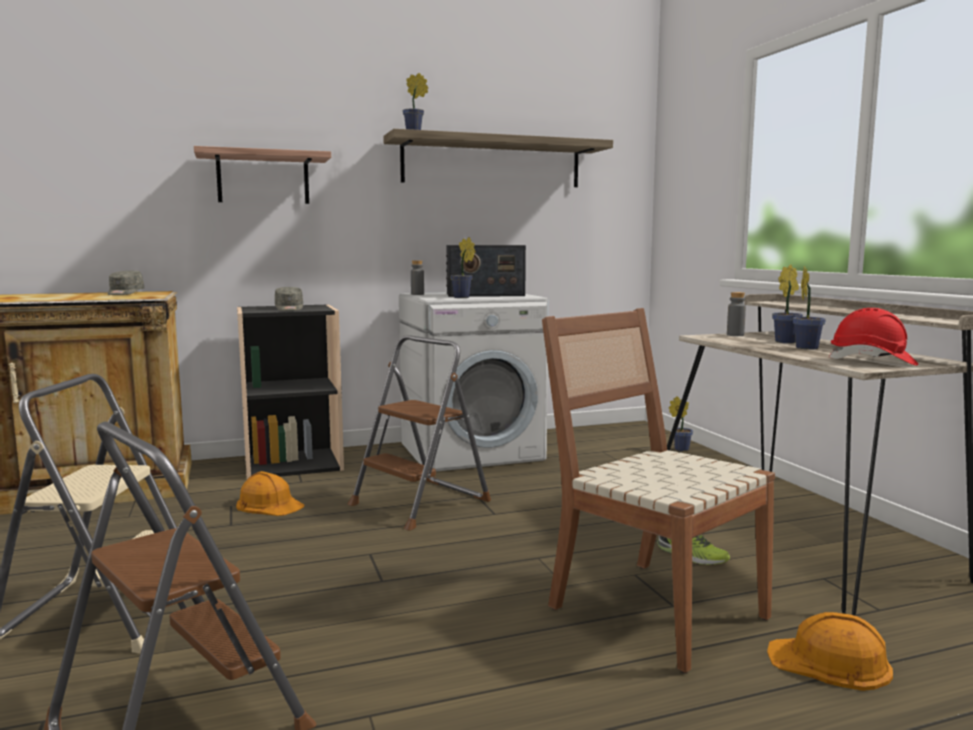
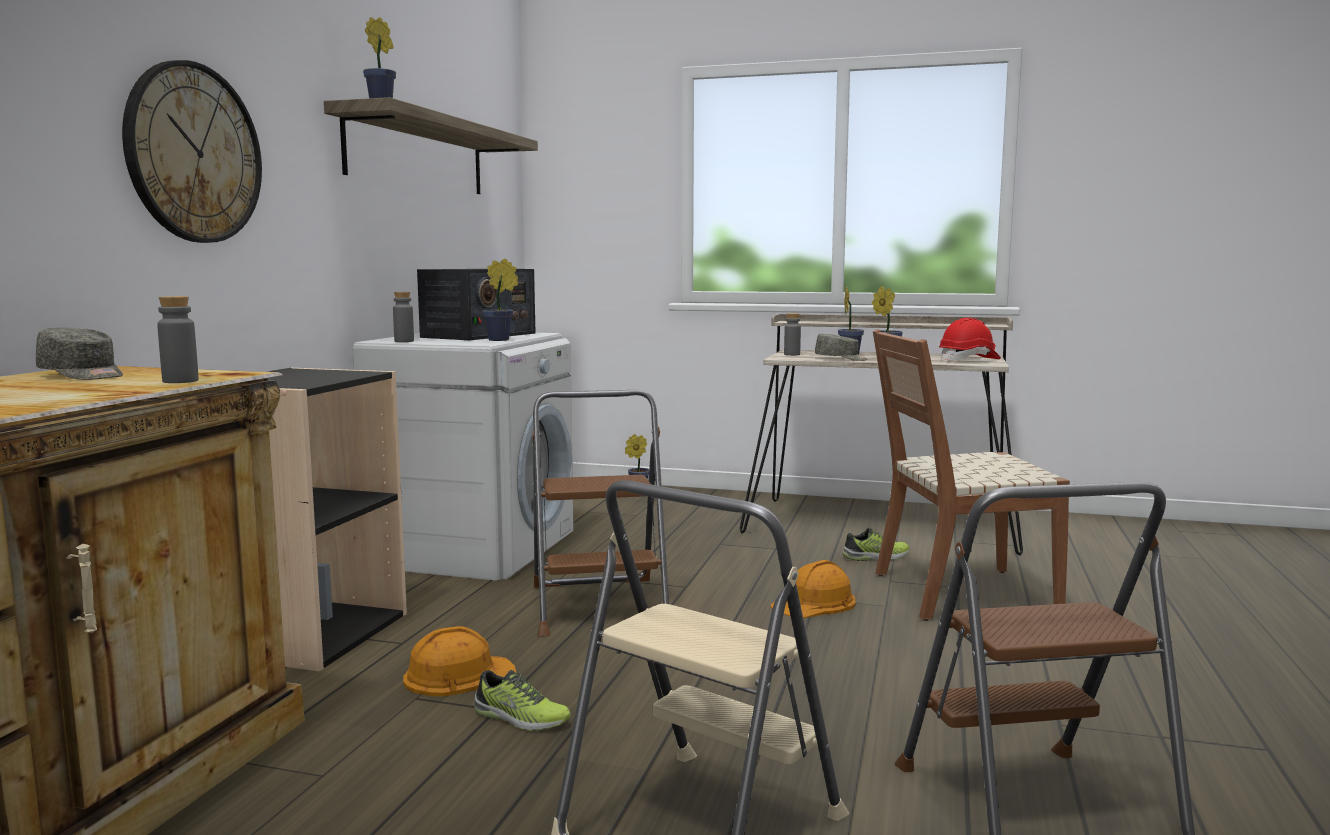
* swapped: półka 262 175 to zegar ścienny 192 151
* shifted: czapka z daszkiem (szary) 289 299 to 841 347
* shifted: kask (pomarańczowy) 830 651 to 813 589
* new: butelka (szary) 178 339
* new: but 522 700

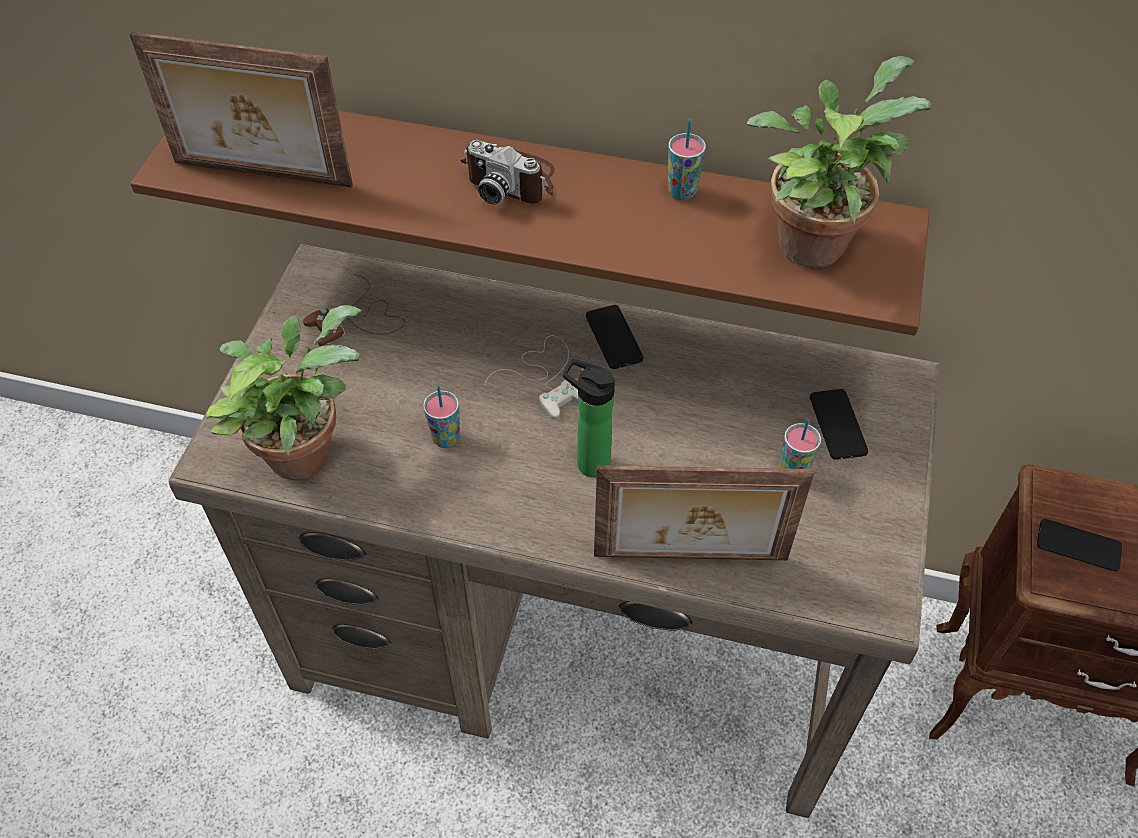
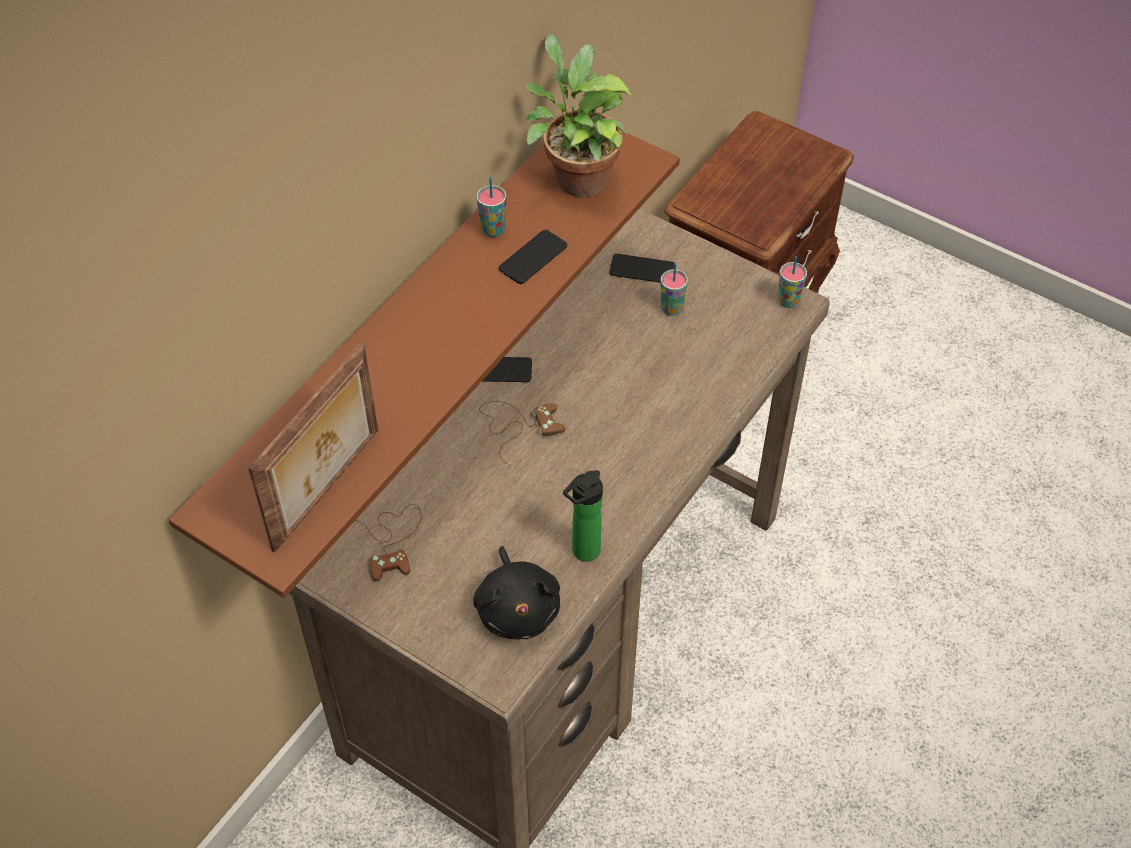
* swapped: roślina doniczkowa 284 392 to pluszak (czarny) 516 592
* shifted: filiżanka 441 416 to 792 282
* gone: aparat fotograficzny 508 172
* repainted: pad do gier (biały) 531 377 to pad do gier (brązowy) 522 433
* shifted: butelka 589 418 to 583 515
* gone: ramka na zdjęcie 704 512
* shifted: telefon 1079 545 to 532 256

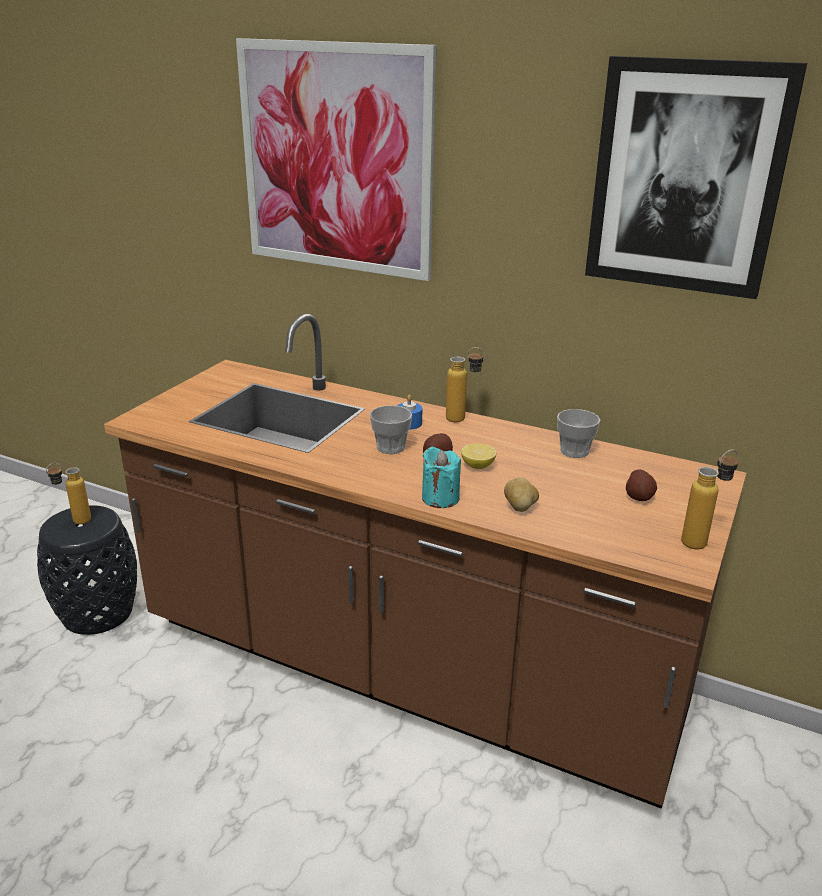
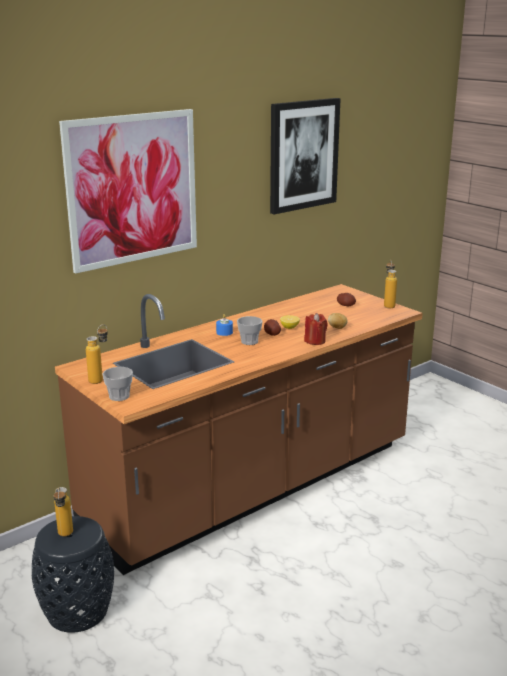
* repainted: świeca (turkusowy) 441 477 to świeca (czerwony) 316 329
* shifted: butelka 465 384 to 97 354
* shifted: filiżanka 578 433 to 117 384

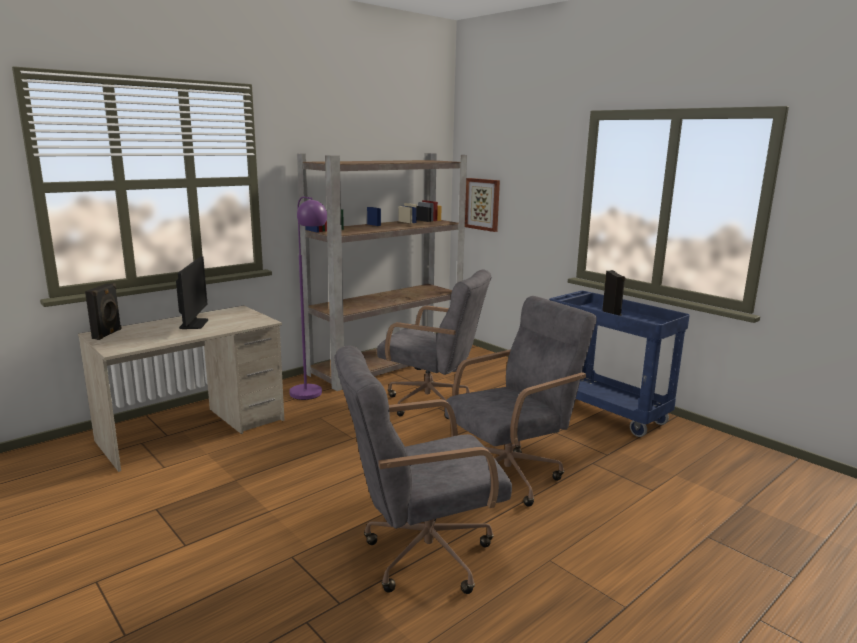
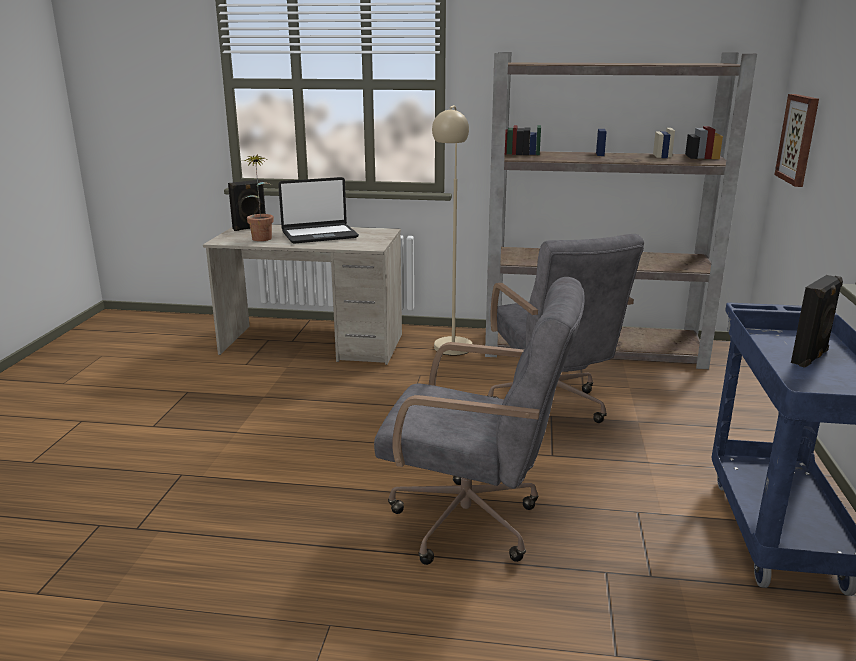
* swapped: monitor 192 292 to laptop 318 210
* repainted: lampa stojąca (fioletowy) 308 298 to lampa stojąca (beżowy) 452 230
* gone: krzesło biurowe (szary) 423 470
* new: roślina doniczkowa 258 197

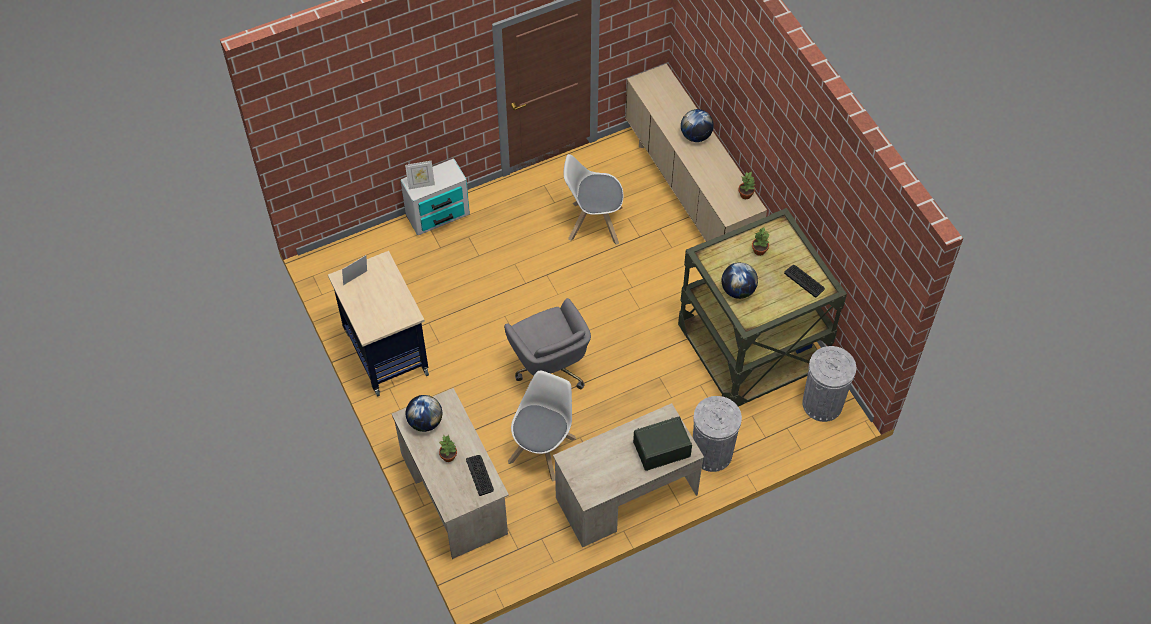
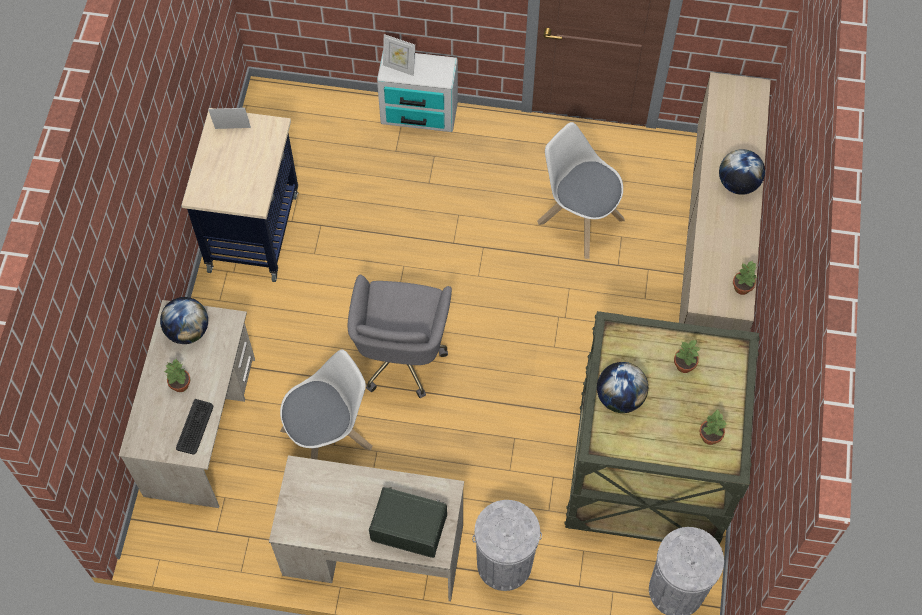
* swapped: klawiatura 804 281 to roślina doniczkowa 713 427

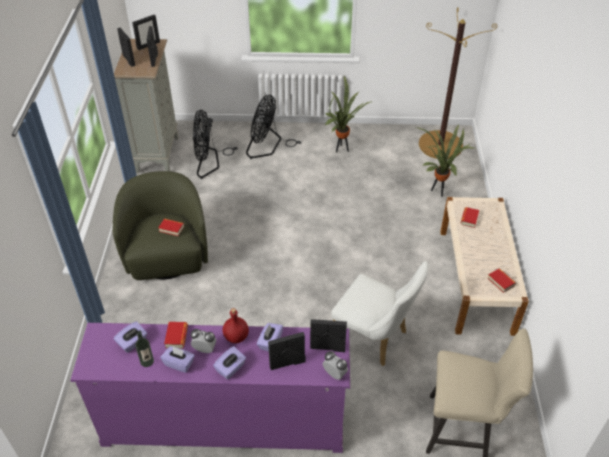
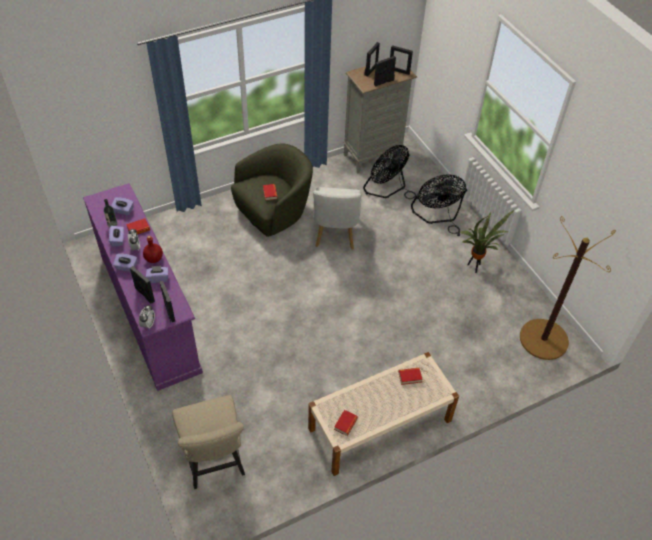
* shifted: krzesło (biały) 380 313 to 337 218
* gone: roślina doniczkowa 444 161

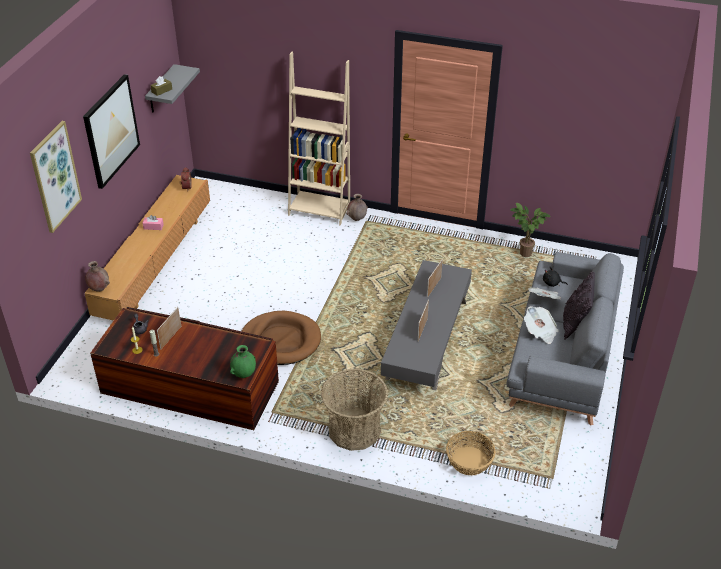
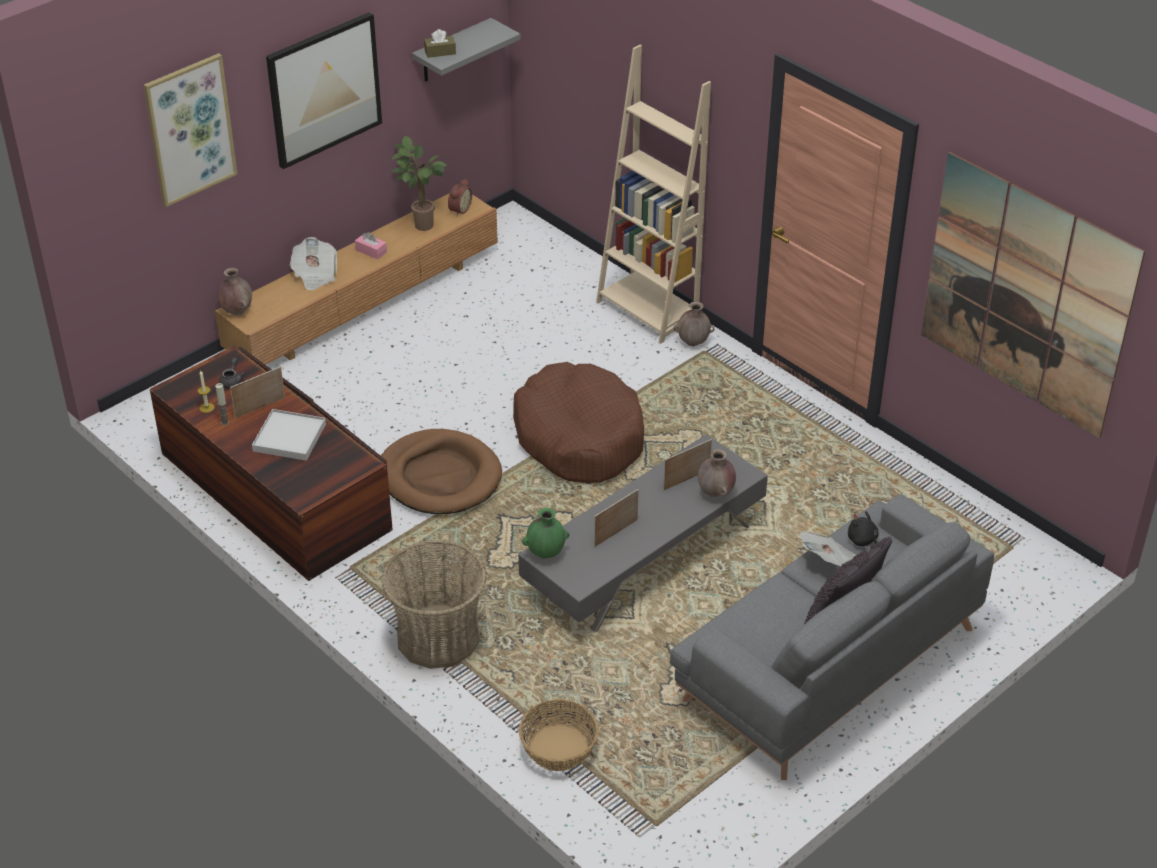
* shifted: wazon (zielony) 243 361 to 545 533
* shifted: roślina doniczkowa 530 230 to 419 183
* shifted: gazeta 541 325 to 313 264
* new: taca (biały) 289 435
* new: legowisko (brązowy) 578 422
* new: wazon (brązowy) 717 473
* new: obraz 1033 295

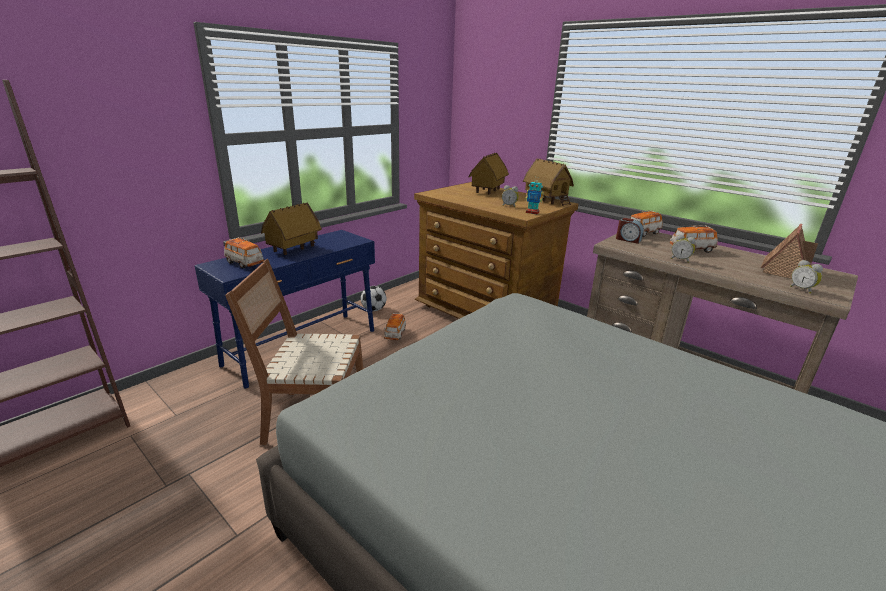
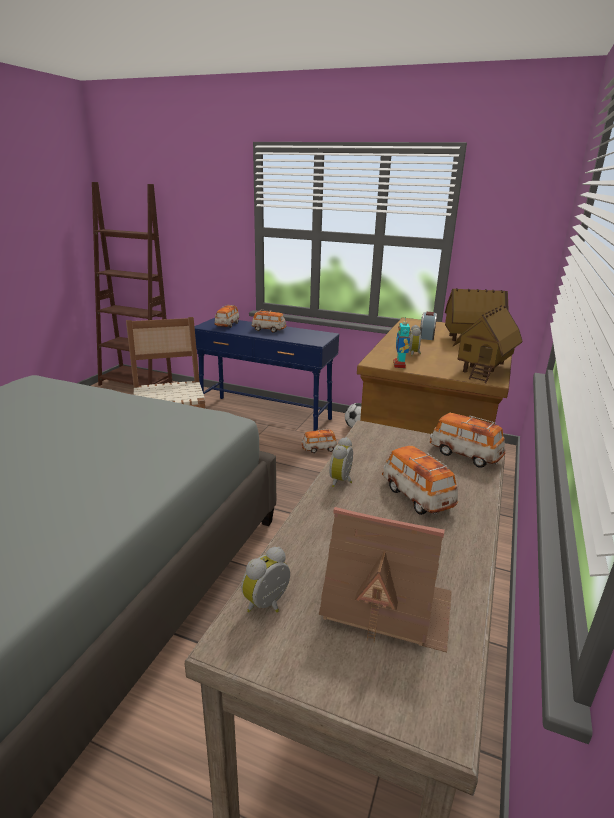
* swapped: domek 291 228 to samochodzik 269 321
* shifted: budzik 630 231 to 428 326

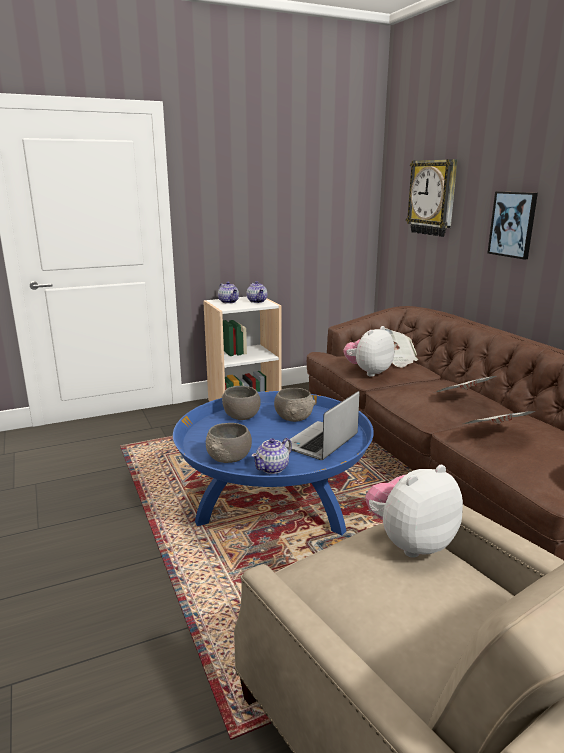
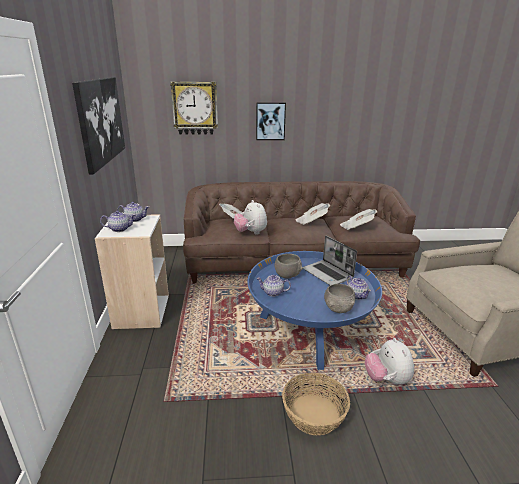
* swapped: miska (szary) 241 403 to imbryk 273 286
* shifted: pluszak 414 511 to 389 361
* new: obraz 98 125
* new: koszyk 316 403

